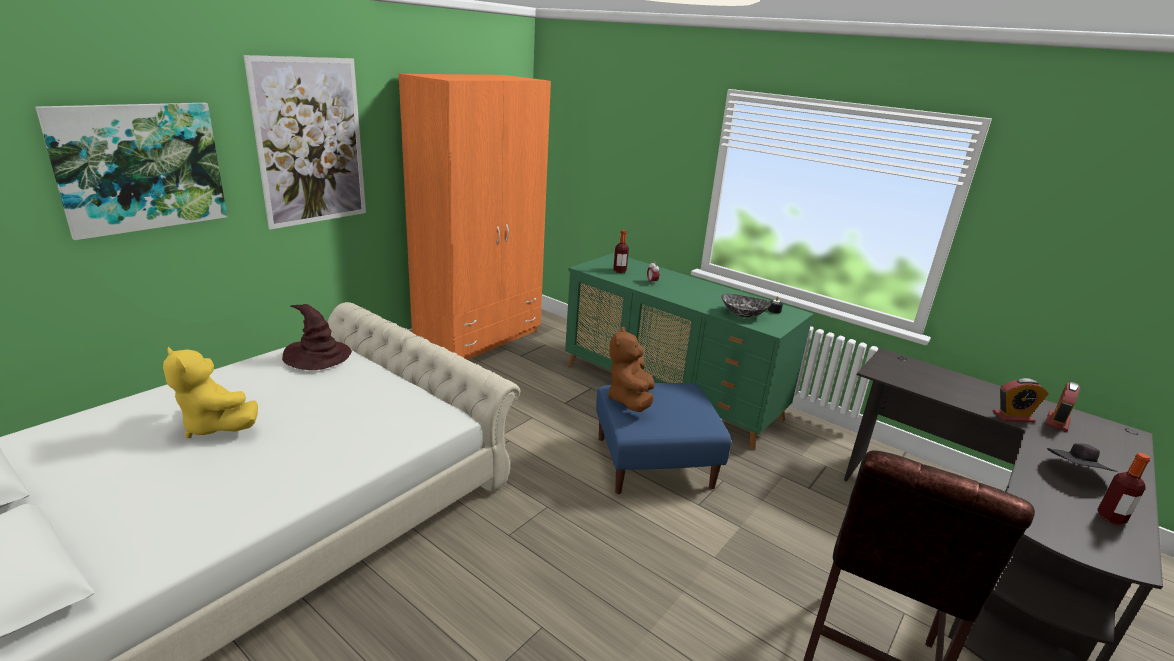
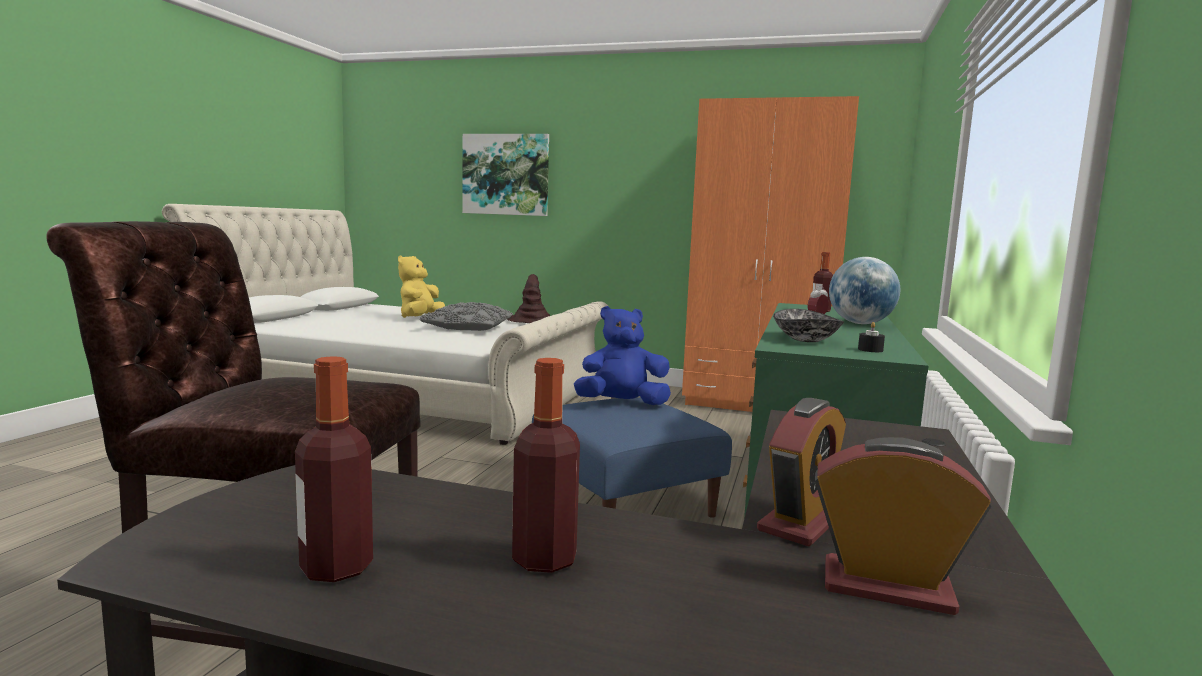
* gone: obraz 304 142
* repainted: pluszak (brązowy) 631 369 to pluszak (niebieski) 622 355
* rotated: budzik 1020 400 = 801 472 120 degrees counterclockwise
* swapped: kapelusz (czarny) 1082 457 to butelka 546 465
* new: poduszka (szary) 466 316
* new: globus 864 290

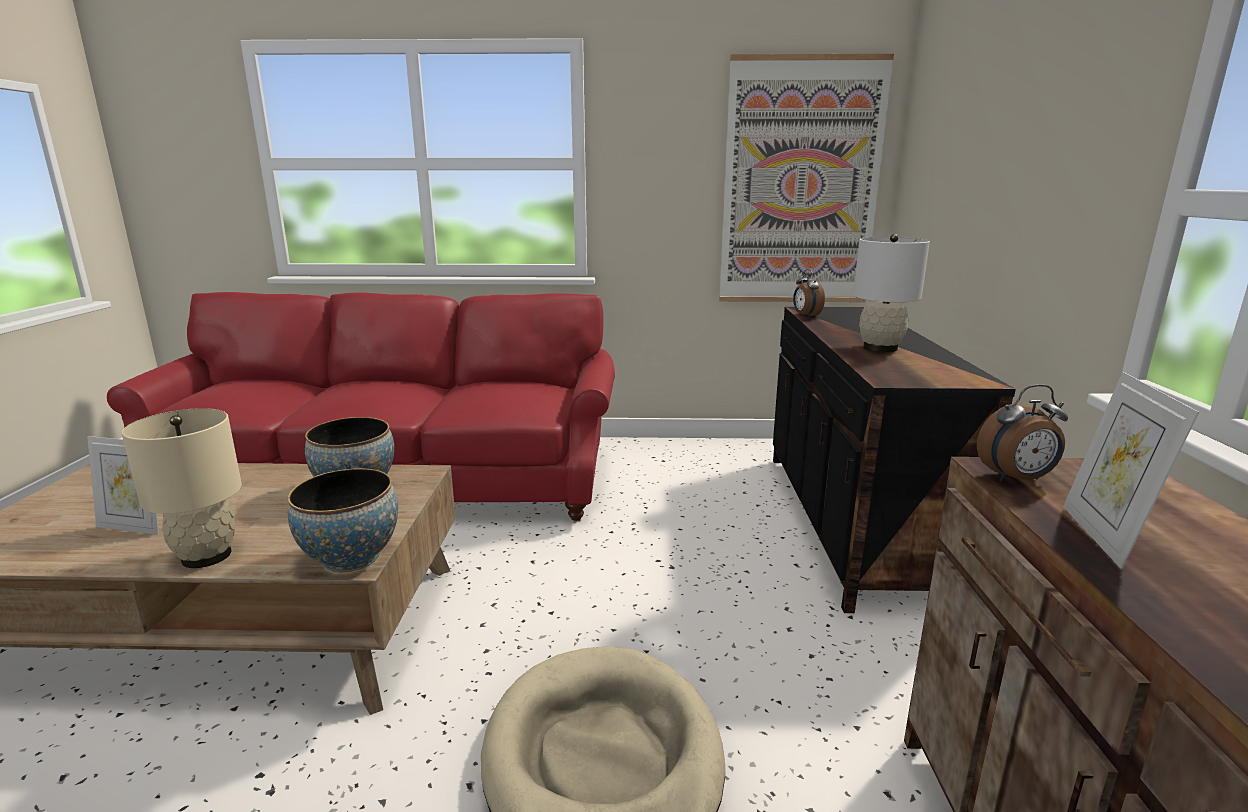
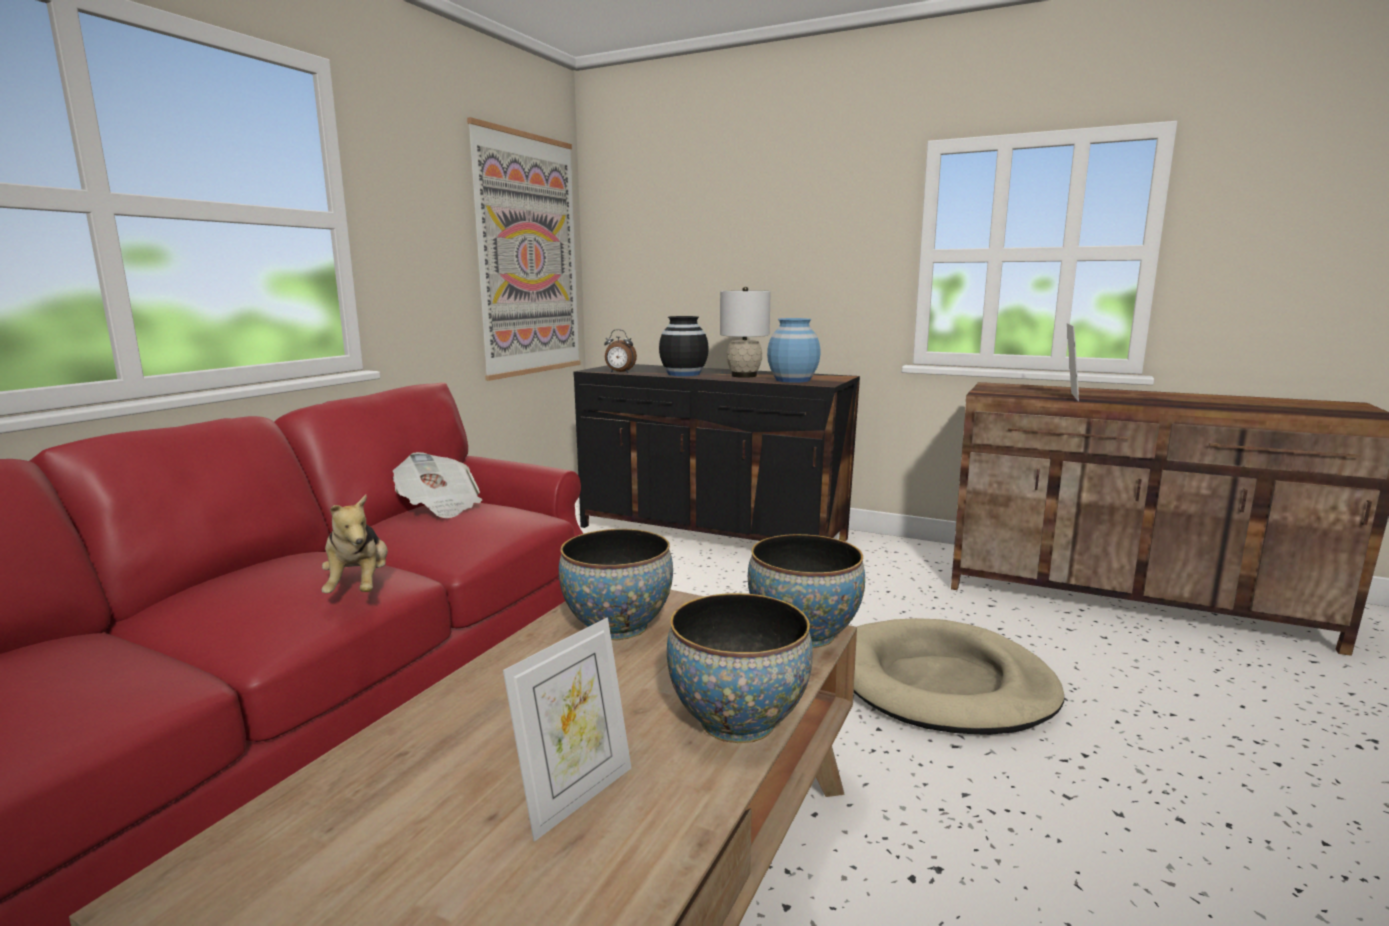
* swapped: lampa stołowa (beżowy) 182 488 to miska 740 668
* gone: budzik 1022 432
* rotated: ramka na zdjęcie 1131 470 = 1073 362 105 degrees counterclockwise
* new: pluszak 355 544
* new: gazeta 437 485
* new: wazon (czarny) 684 346
* new: wazon (niebieski) 793 350

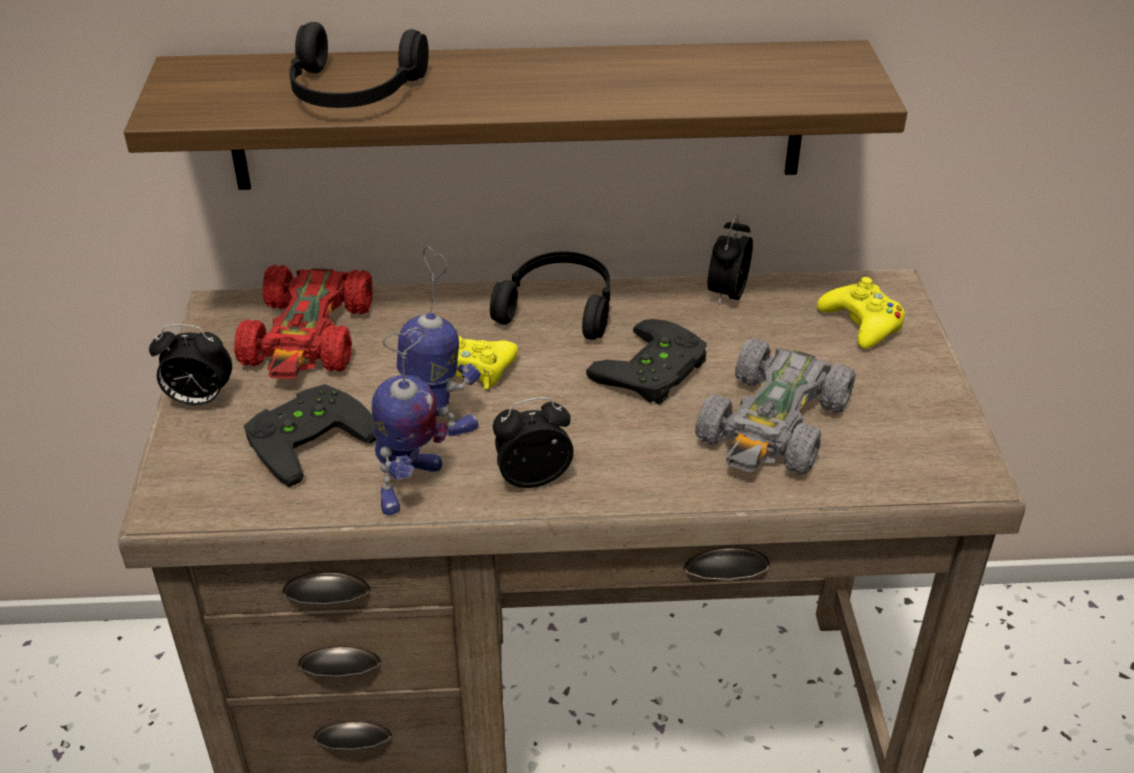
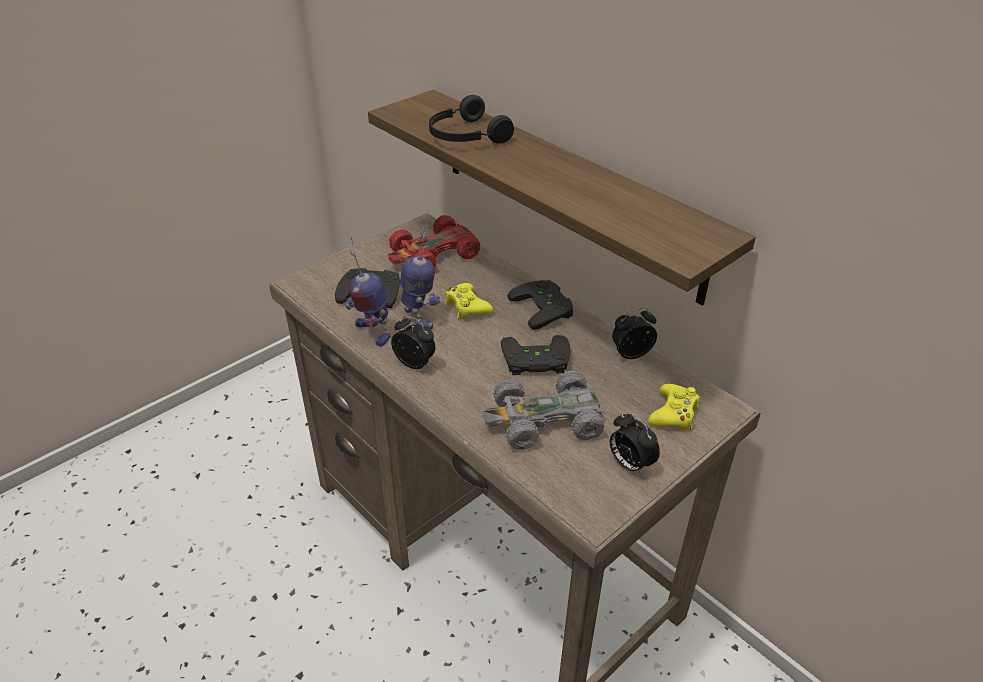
* shifted: budzik 190 365 to 635 444
* rotated: robot zabawkowy 410 421 = 367 292 60 degrees clockwise
* swapped: słuchawki (czarny) 550 295 to pad do gier (czarny) 540 305

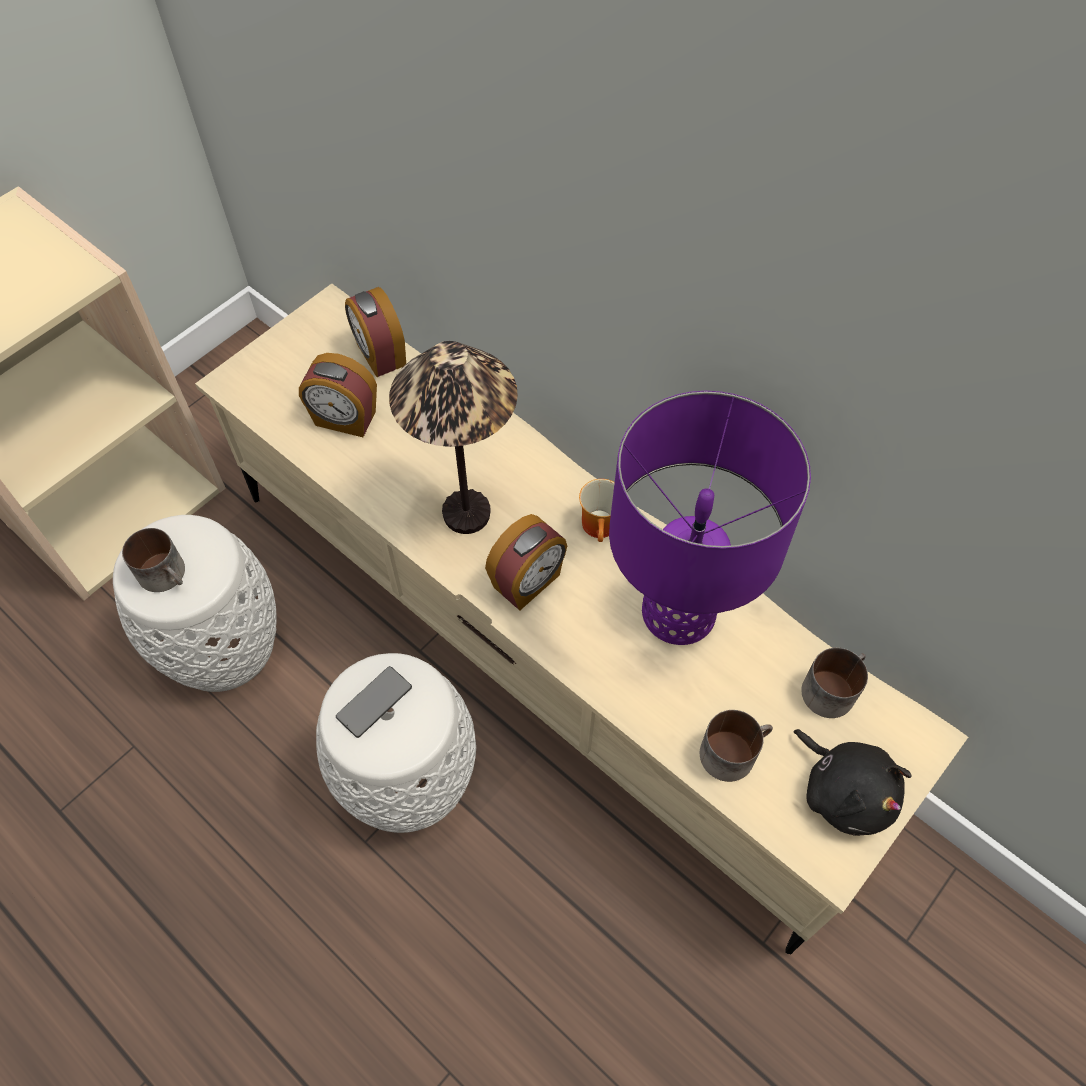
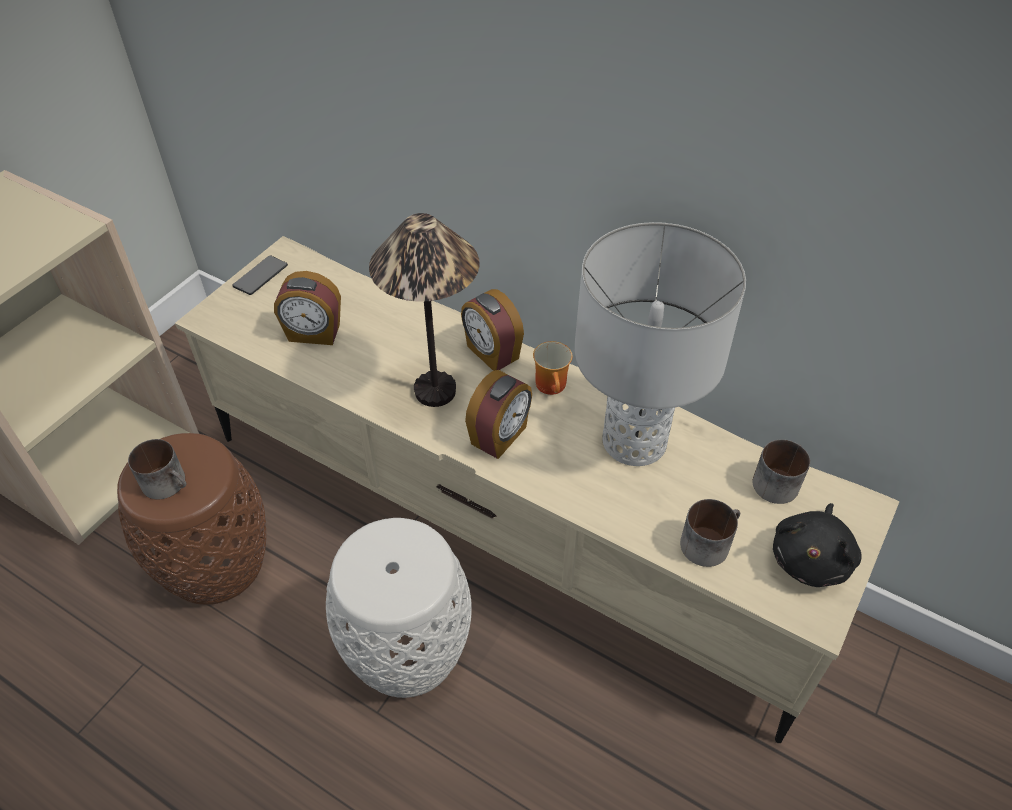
* repainted: stołek (biały) 194 603 to stołek (brązowy) 191 519
* shifted: telefon 374 702 to 260 275
* shifted: budzik 375 332 to 492 330
* repainted: lampa stołowa (fioletowy) 710 518 to lampa stołowa (biały) 660 344
* rotated: pluszak (czarny) 852 782 = 817 545 75 degrees clockwise

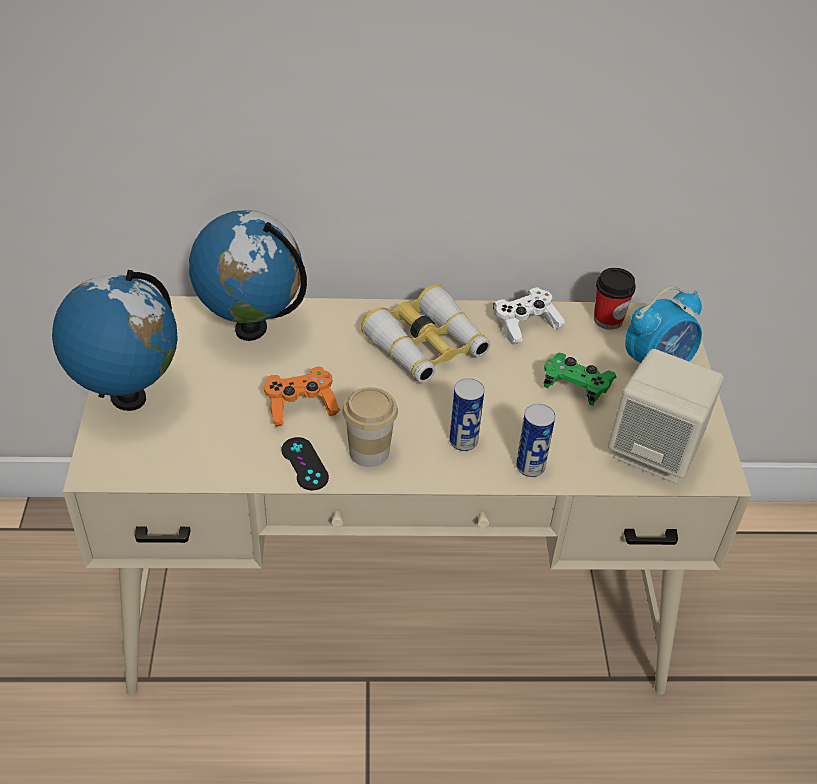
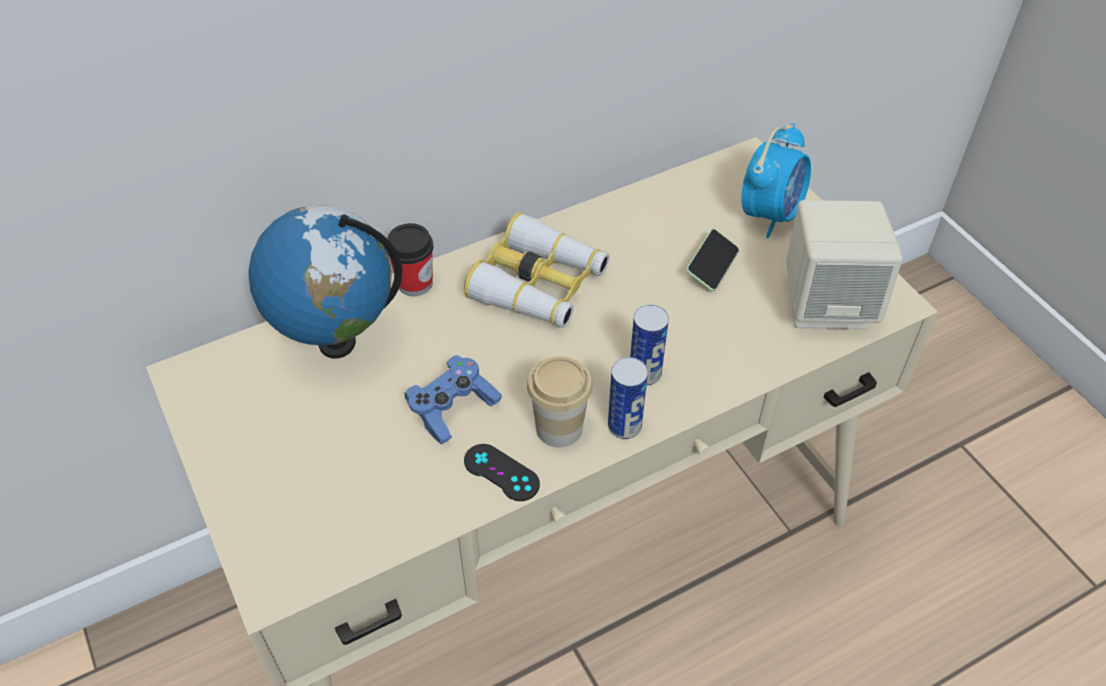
* gone: globus 115 340
* repainted: pad do gier (pomarańczowy) 302 397 to pad do gier (niebieski) 453 399
* gone: pad do gier (biały) 529 316
* shifted: puszka 535 440 to 628 398
* swapped: pad do gier (zielony) 580 379 to telefon 712 260
* shifted: filiżanka 615 299 to 410 259

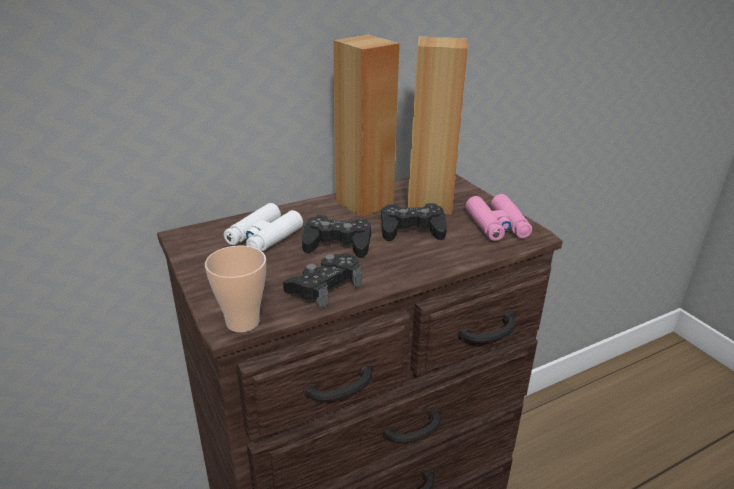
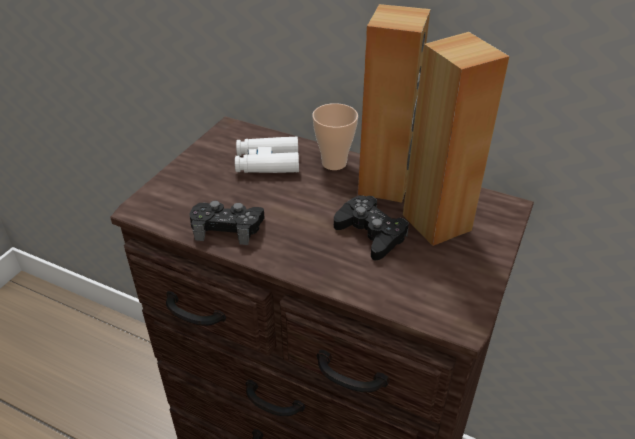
* shifted: filiżanka 235 288 to 335 136
* gone: pad do gier (czarny) 336 236
* gone: lornetka (różowy) 498 217

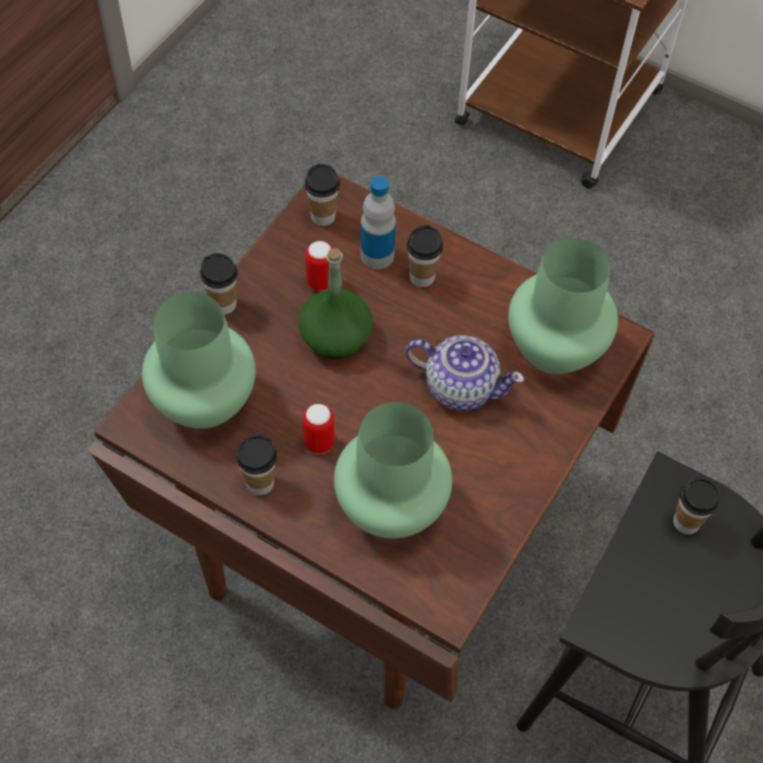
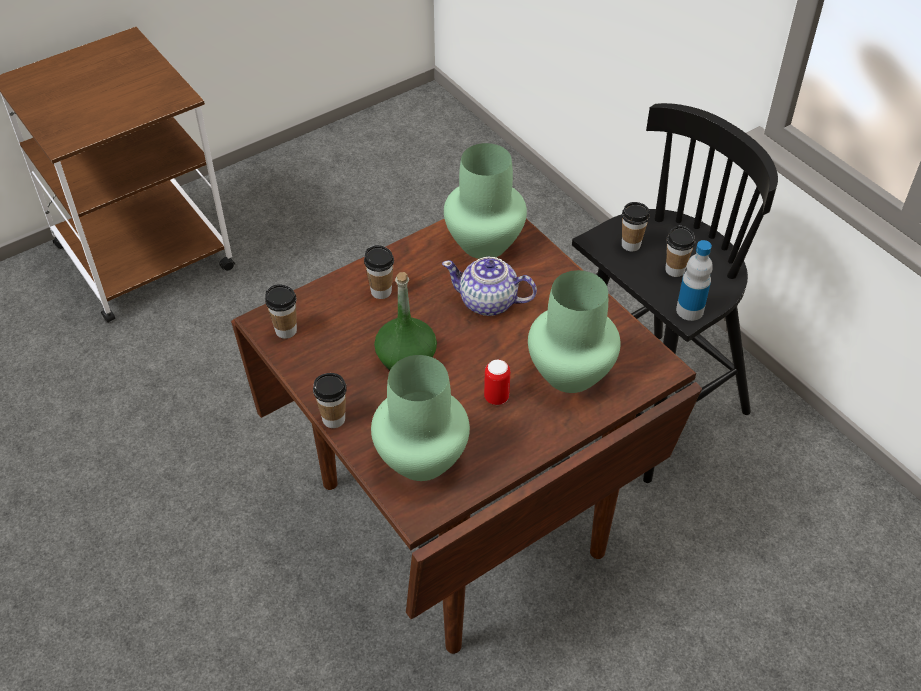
* shifted: filiżanka 256 464 to 680 251
* gone: puszka 318 266
* shifted: butelka 378 222 to 694 280
* rotated: imbryk 465 373 = 489 286 120 degrees counterclockwise

